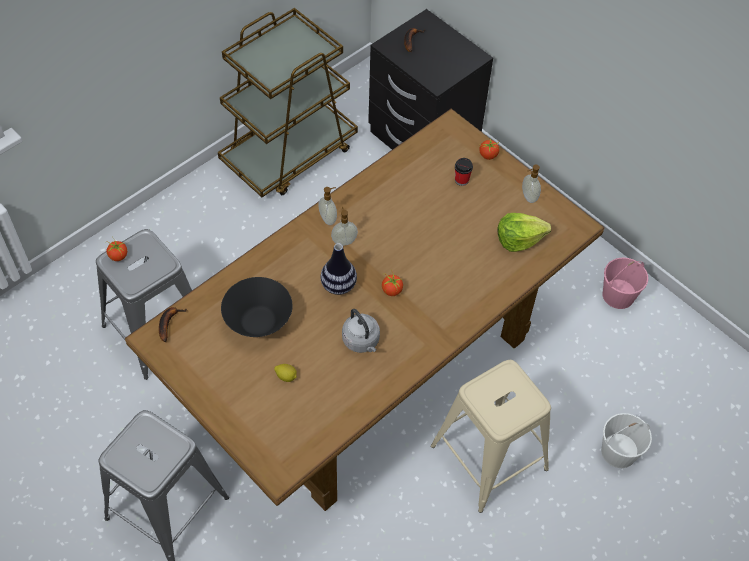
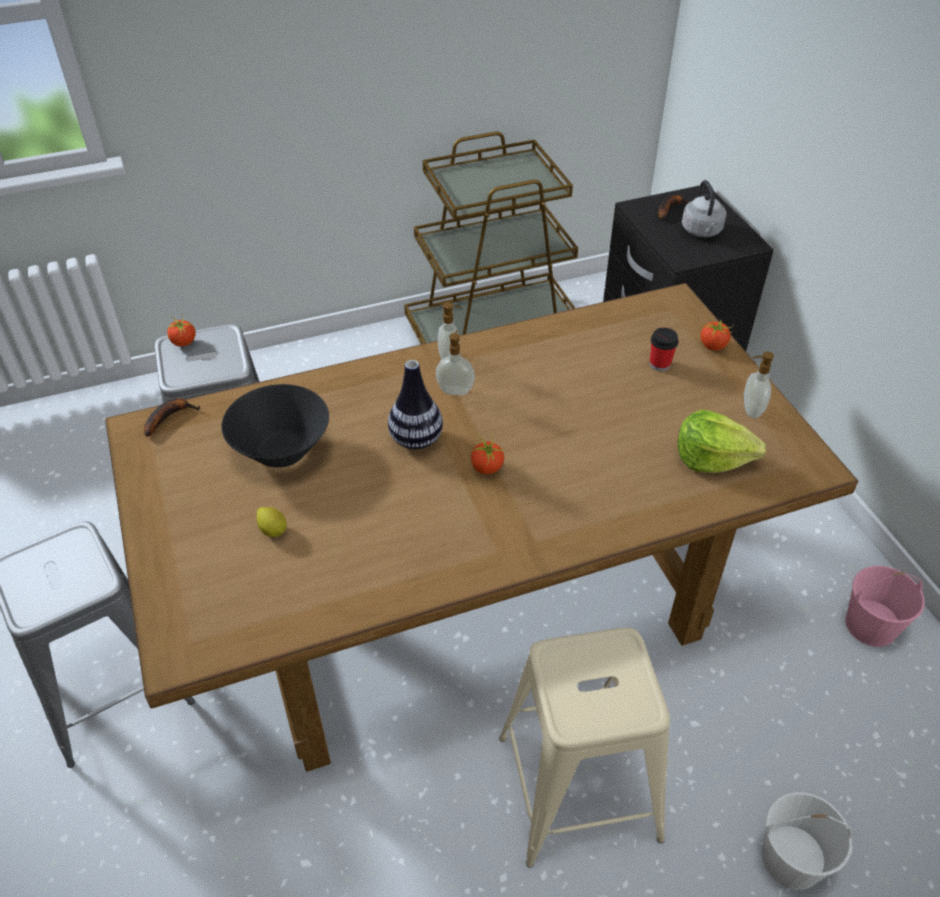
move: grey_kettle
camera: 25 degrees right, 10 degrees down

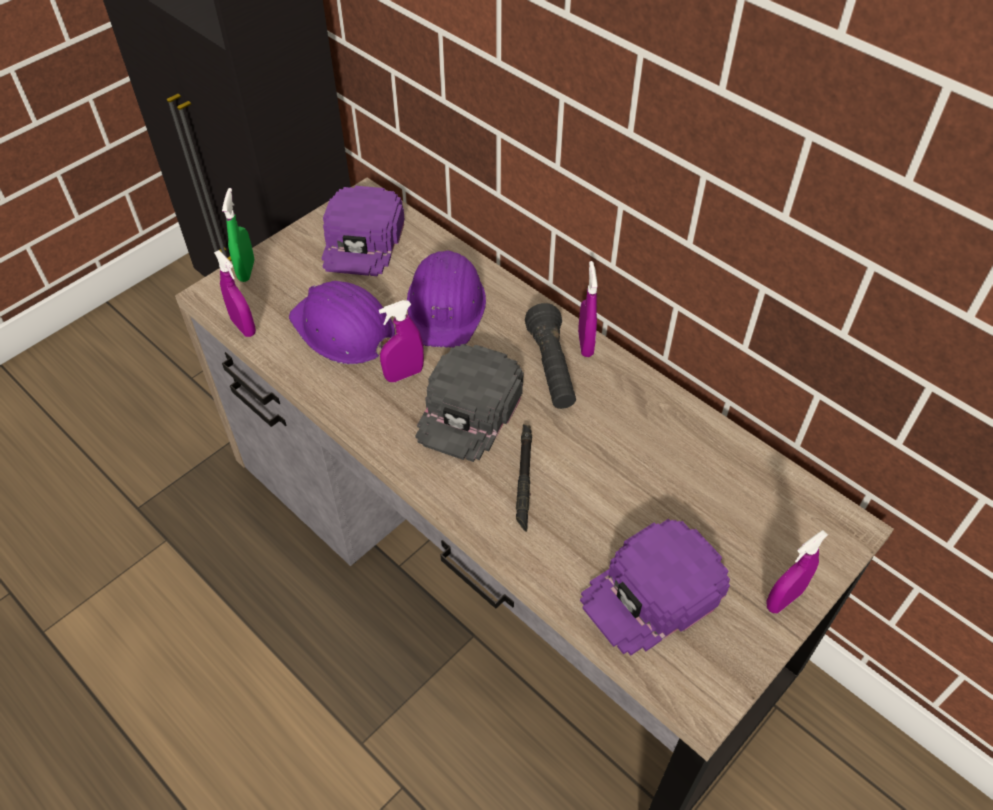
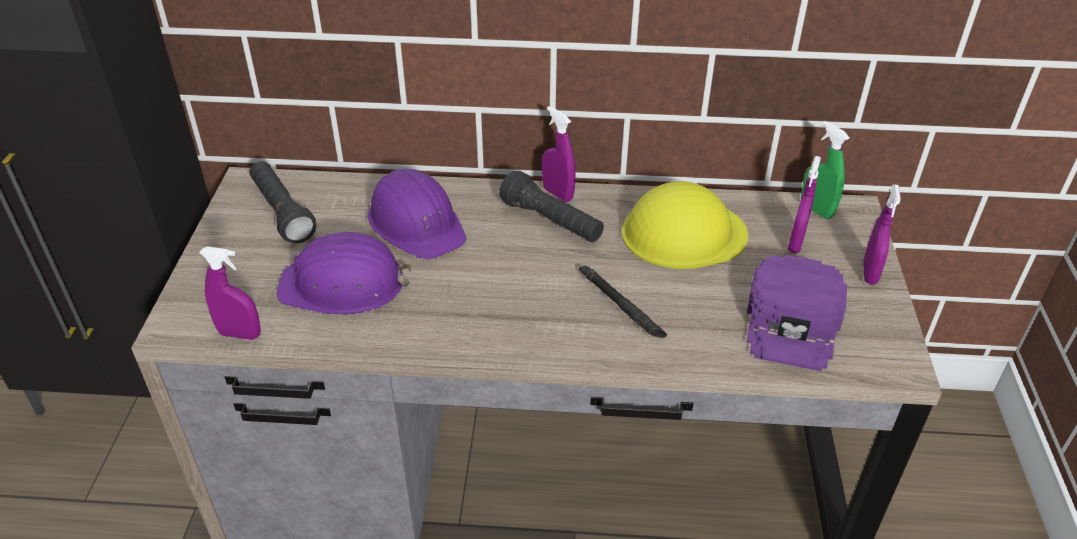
delete: black_cap
insert: yellow_hard_hat
move: green_spray_bottle; purple_spray_bottle (2nd from left in the first image) to purple_spray_bottle (3rd from left)
replace: purple_cap (1st from left) to black_flashlight (1st from left)
camera: 40 degrees left, 10 degrees down

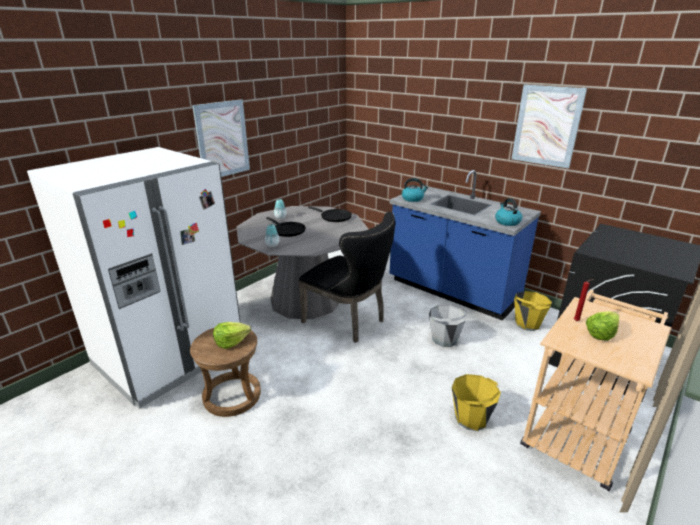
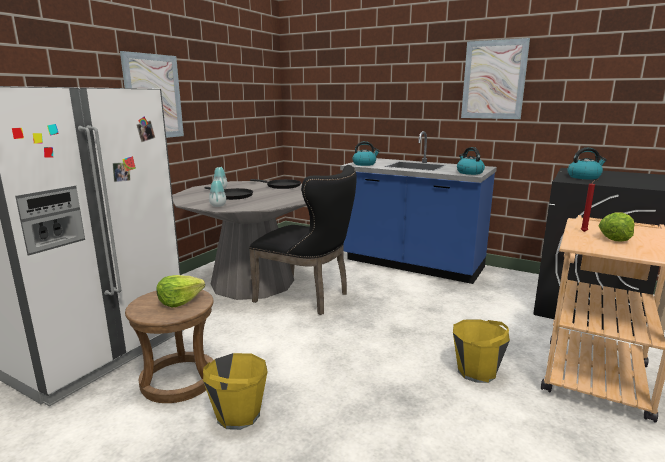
delete: grey_bucket
insert: kettle (3rd from left)
move: yellow_bucket (2nd from left in the first image) to yellow_bucket (1st from left)
camera: 10 degrees left, 10 degrees down

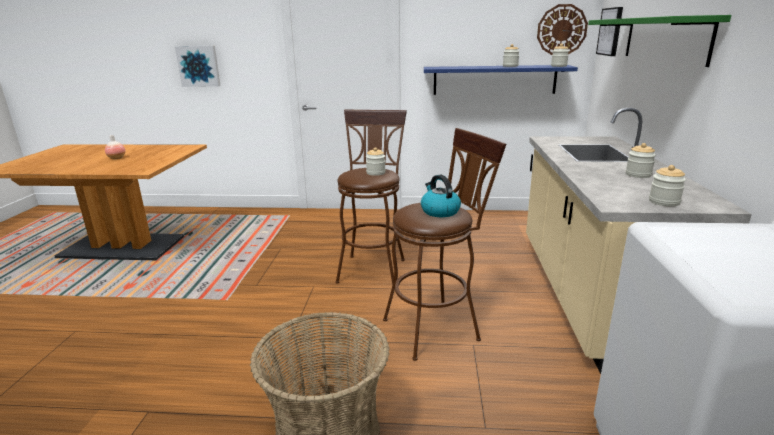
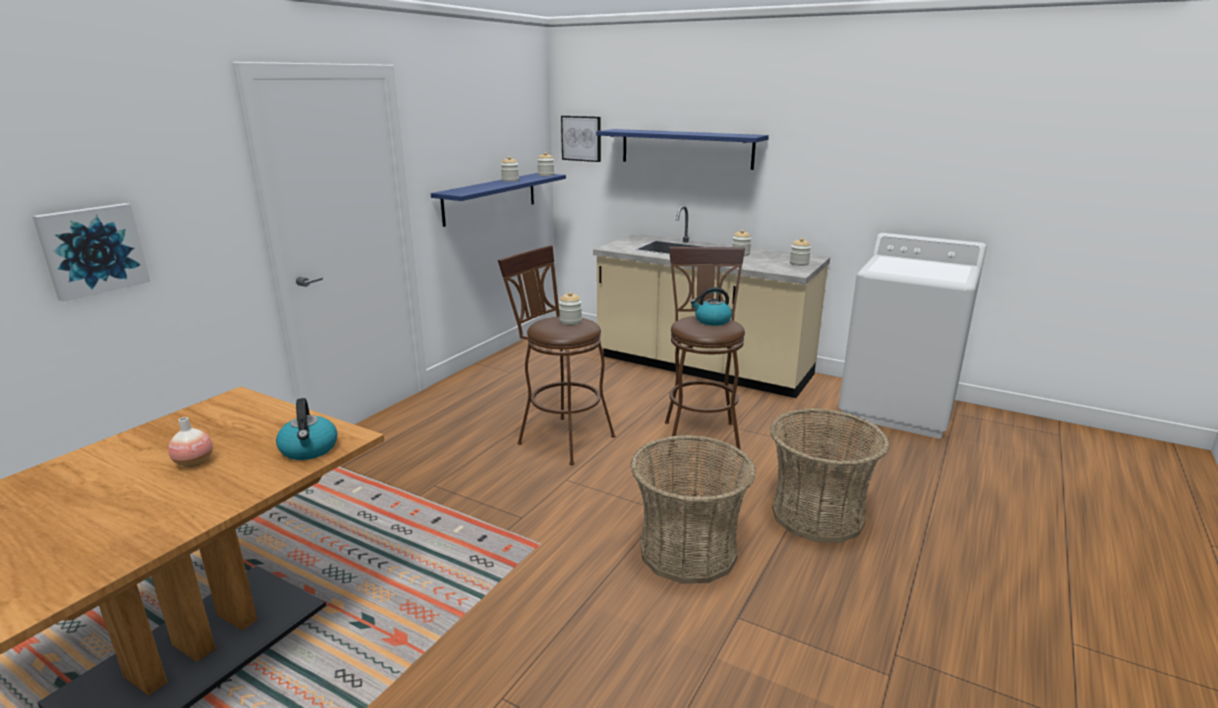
delete: wall_clock
insert: kettle (1st from left); basket (1st from left)
recolor: green_shelf to blue_shelf (2nd from left)
camera: 65 degrees left, 0 degrees up

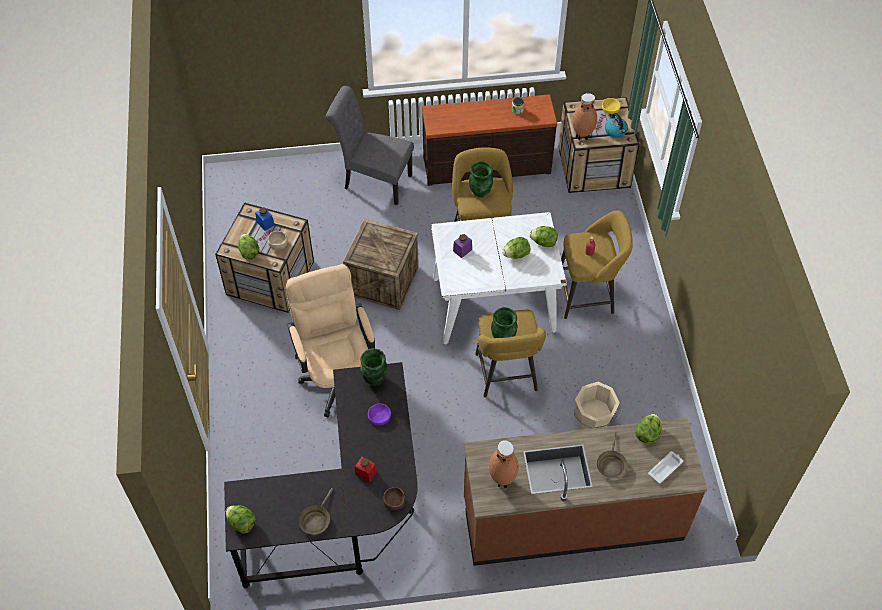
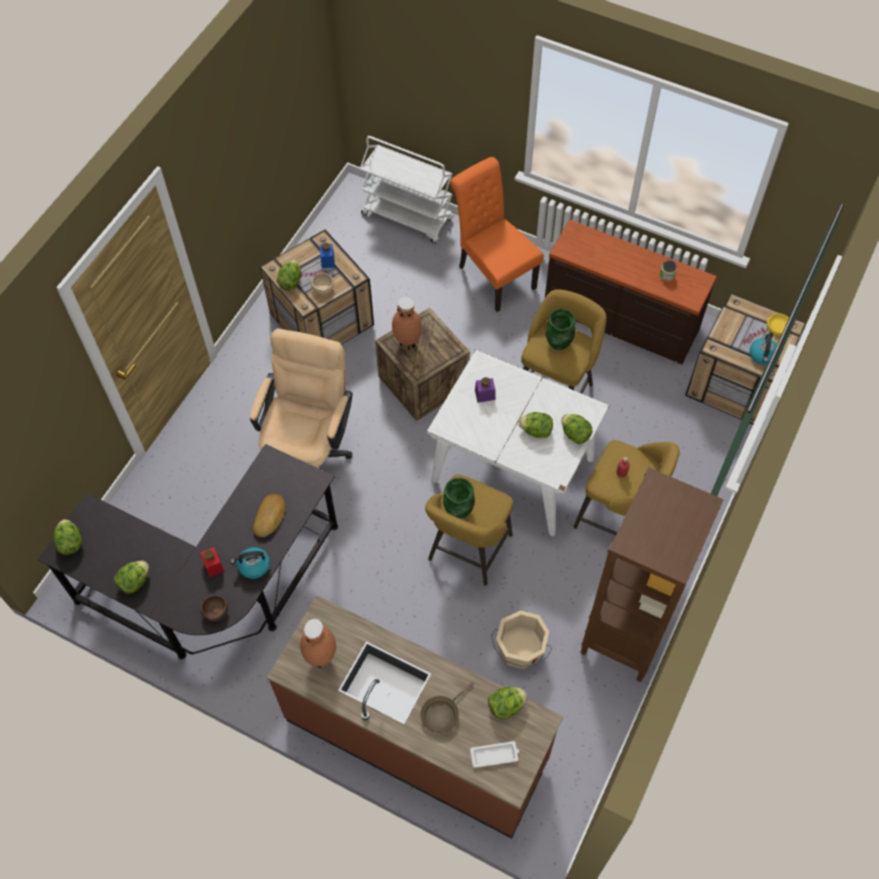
delete: green_vase (1st from left)
insert: kettle (1st from left); white_cart; brown_bookcase
move: brown_vase (2nd from left)
replace: brown_frying_pan (1st from left) to lettuce (2nd from left); purple_bowl to bread
recolor: grey_chair to orange_chair
camera: 35 degrees right, 5 degrees up

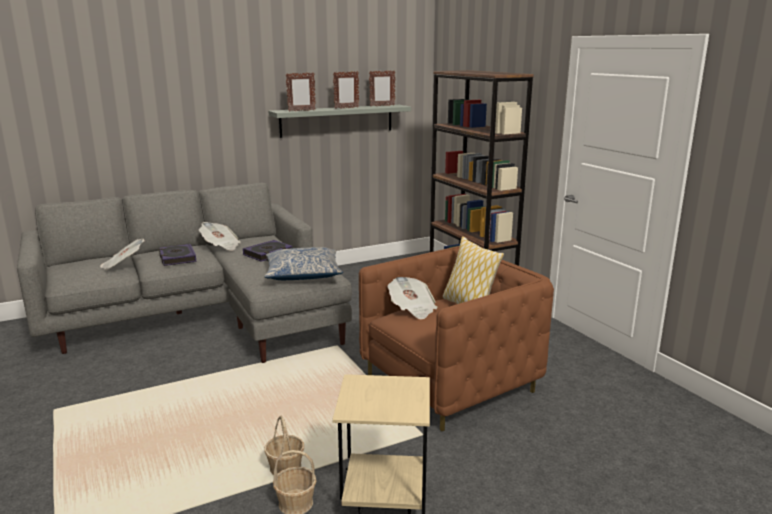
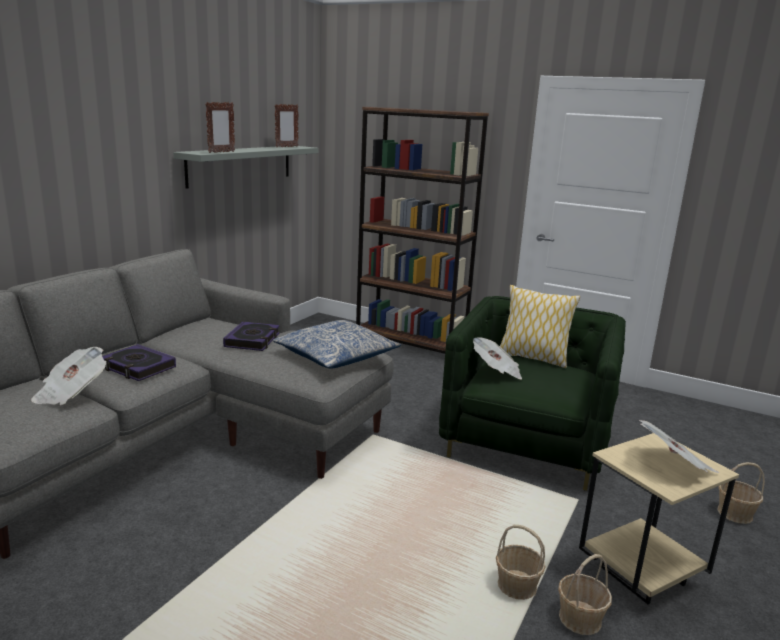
delete: picture_frame (2nd from left)
insert: basket (3rd from left)
move: newspaper (2nd from left in the first image) to newspaper (3rd from left)
recolor: brown_armchair to green_armchair
camera: 35 degrees left, 0 degrees up

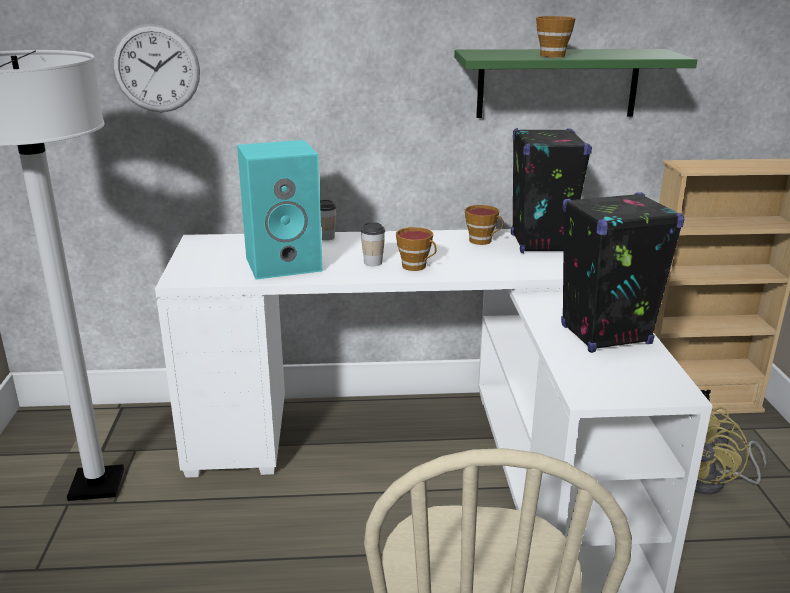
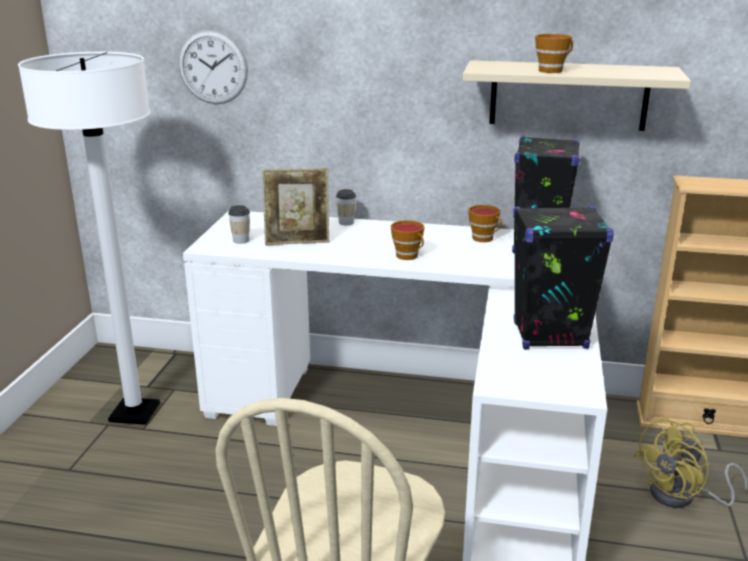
move: cup (2nd from left in the first image) to cup (1st from left)
replace: turquoise_speaker to picture_frame
recolor: green_shelf to beige_shelf
camera: 15 degrees right, 0 degrees up

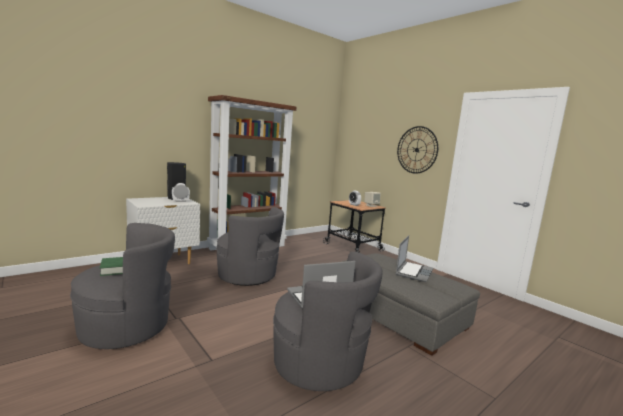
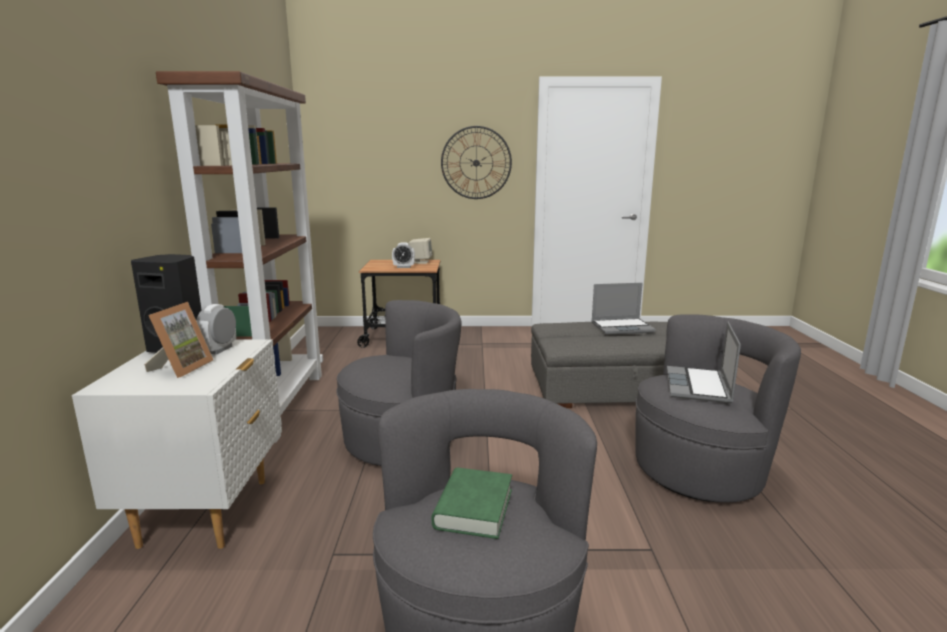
insert: picture_frame
rotate: laptop (2nd from left in the first image) 105 degrees clockwise
camera: 50 degrees left, 5 degrees up

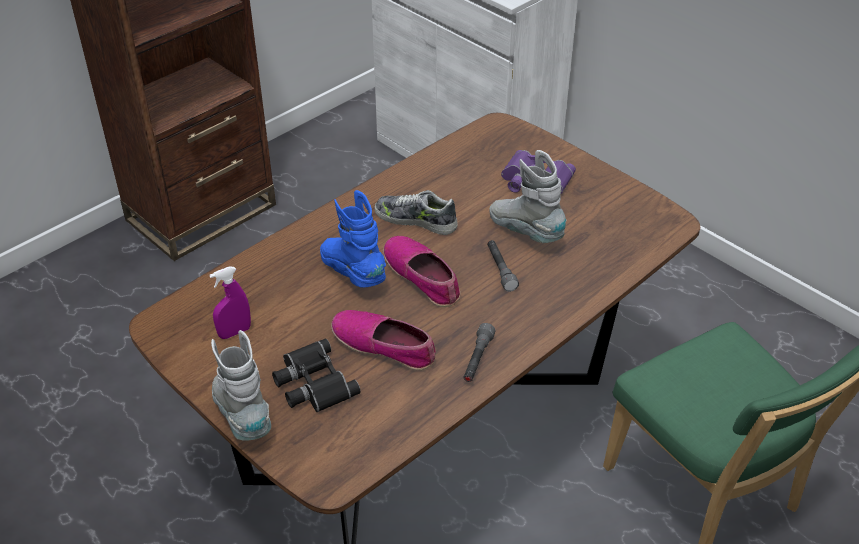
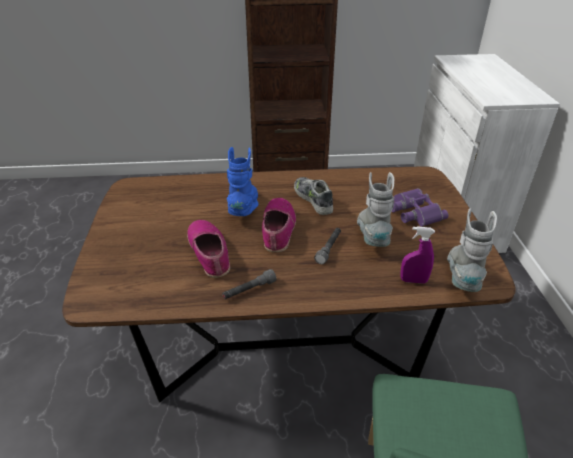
delete: black_binoculars
move: purple_spray_bottle; grey_boot (1st from left in the first image) to grey_boot (2nd from left)
camera: 40 degrees right, 5 degrees down

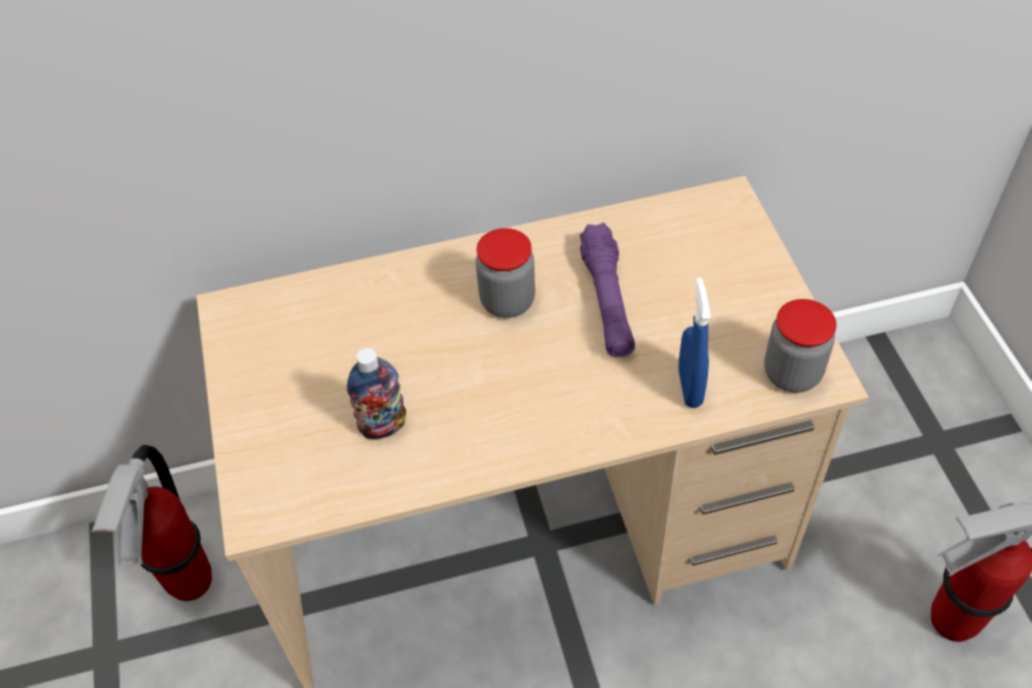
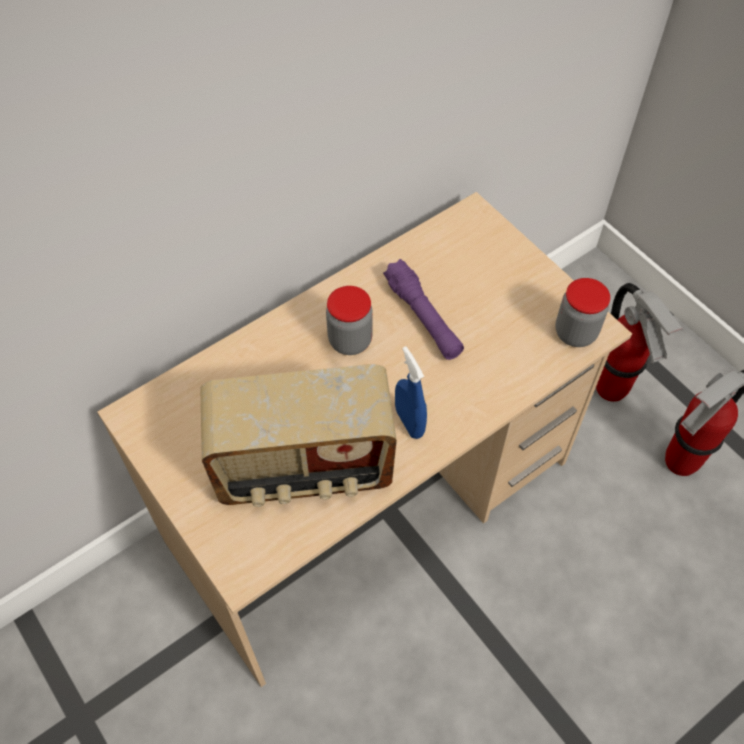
move: fire_extinguisher (1st from left); blue_spray_bottle
replace: bottle to radio
camera: 25 degrees left, 5 degrees up

